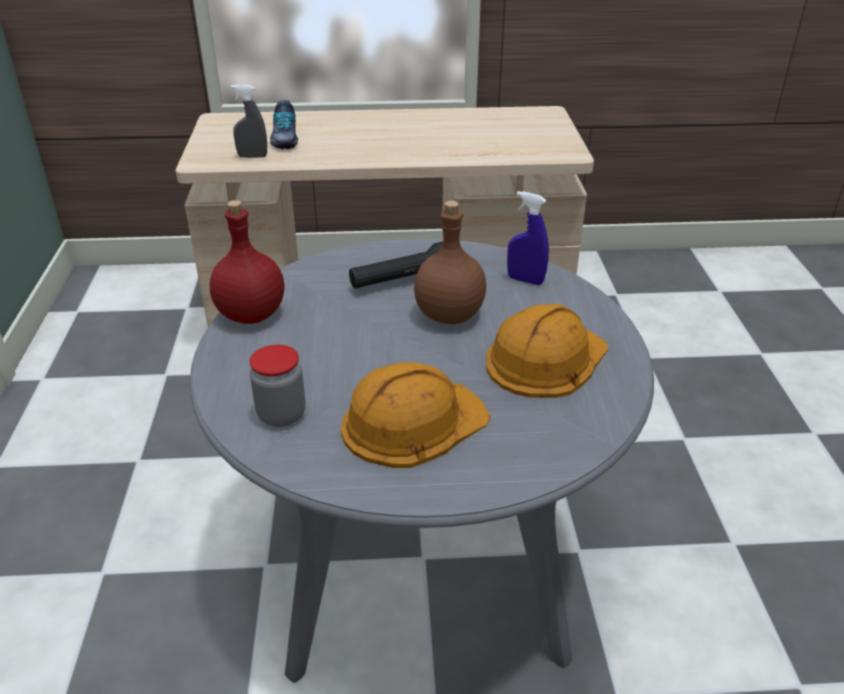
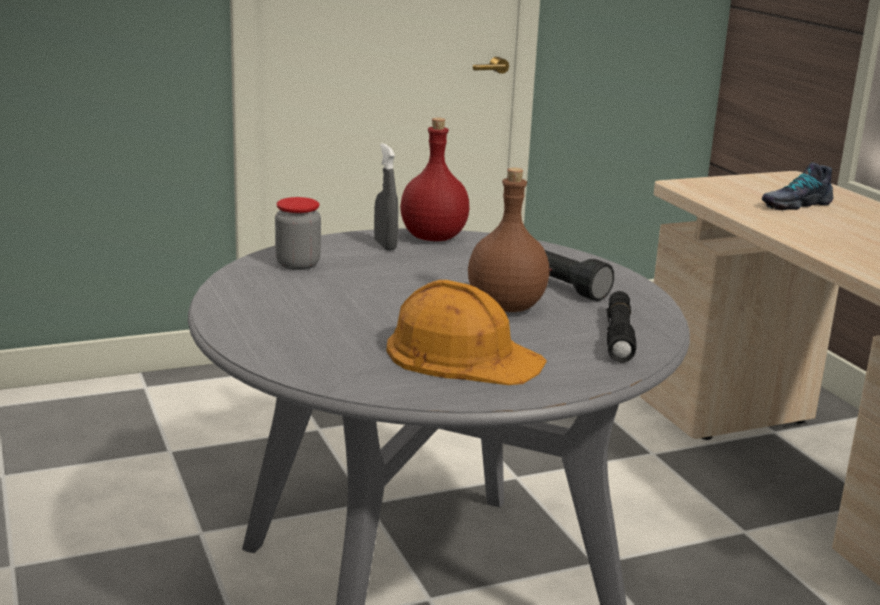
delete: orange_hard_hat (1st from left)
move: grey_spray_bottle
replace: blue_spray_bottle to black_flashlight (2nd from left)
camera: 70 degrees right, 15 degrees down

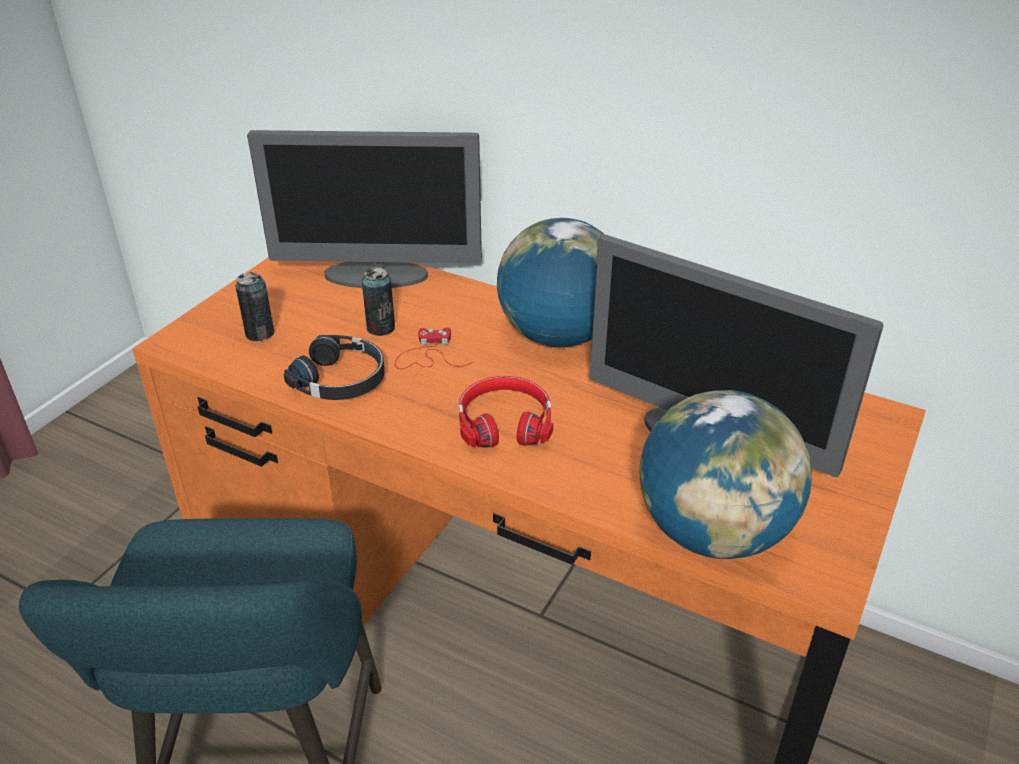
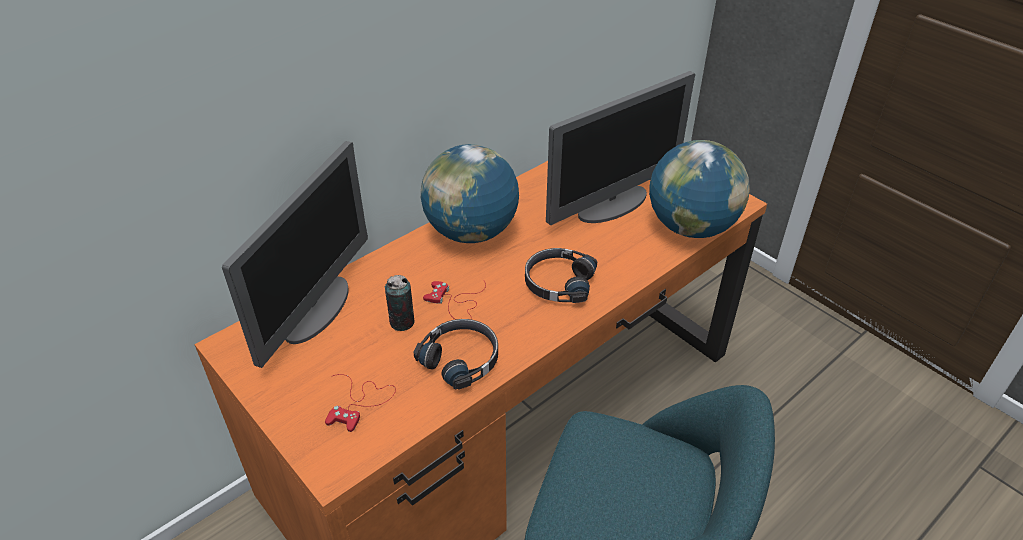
replace: can (1st from left) to red_game_controller (1st from left)
recolor: red_headphones to black_headphones (2nd from left)
camera: 70 degrees left, 5 degrees up

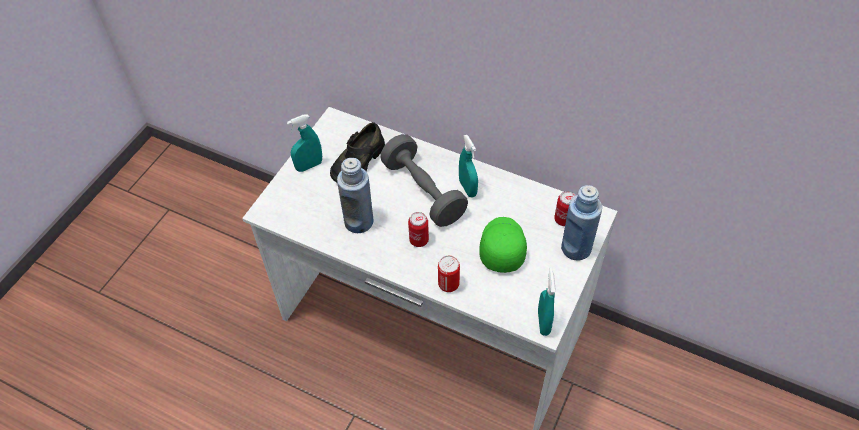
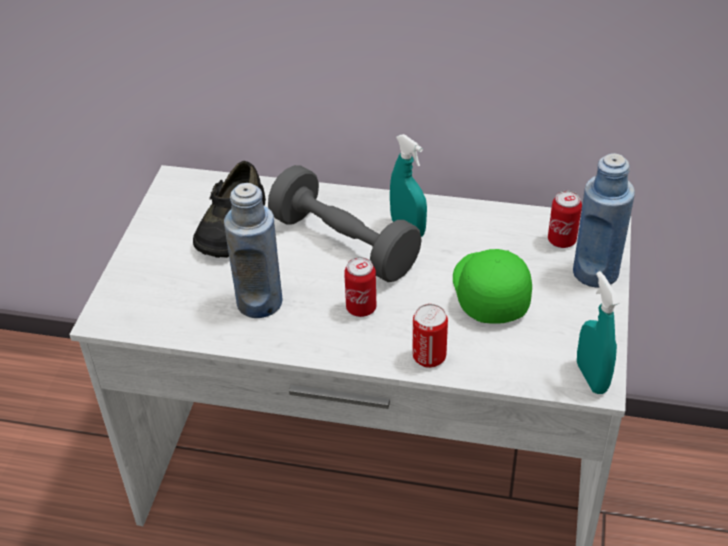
delete: turquoise_spray_bottle (1st from left)
camera: 15 degrees left, 10 degrees down

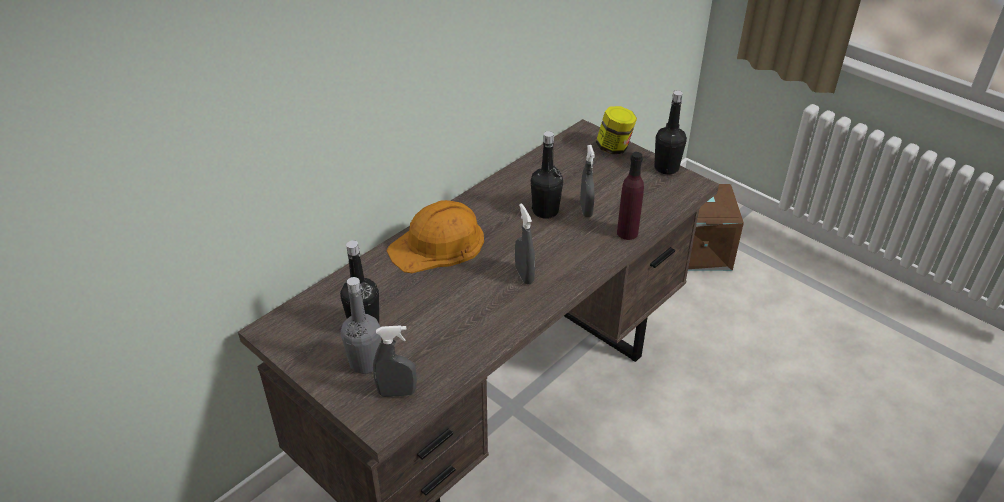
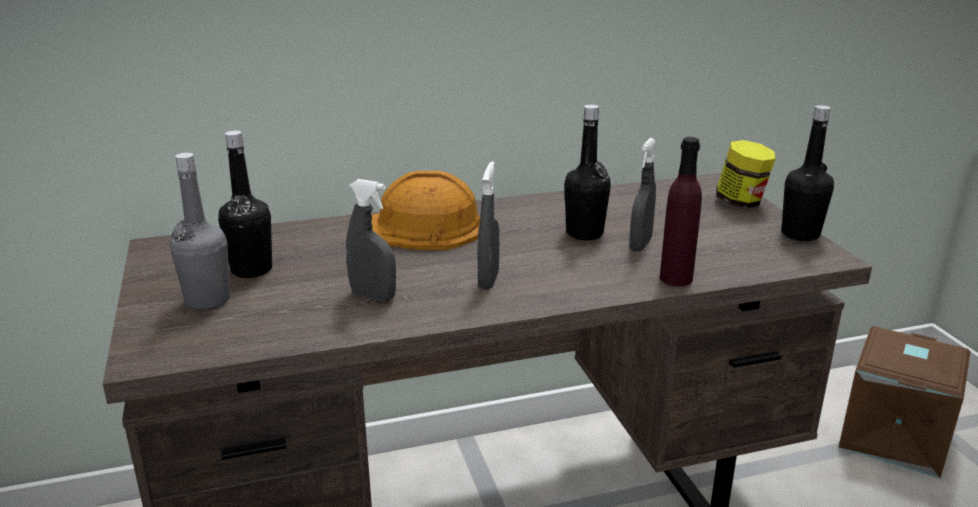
move: grey_spray_bottle (1st from left)
camera: 30 degrees right, 15 degrees down

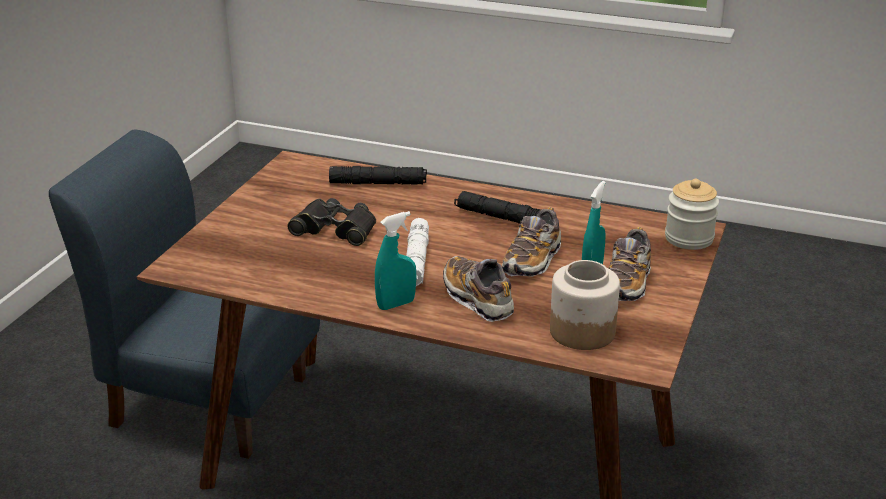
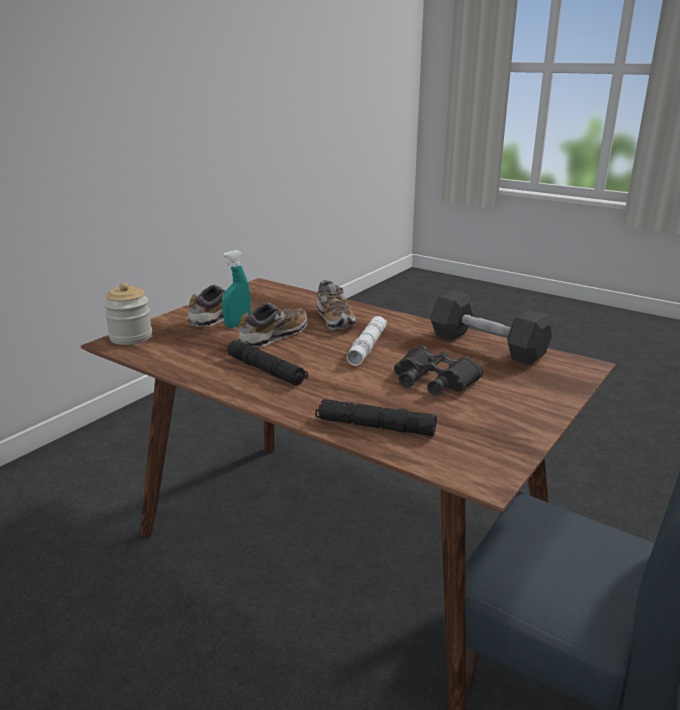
delete: turquoise_spray_bottle (1st from left); jar (1st from left)
insert: black_dumbbell
camera: 165 degrees left, 5 degrees down

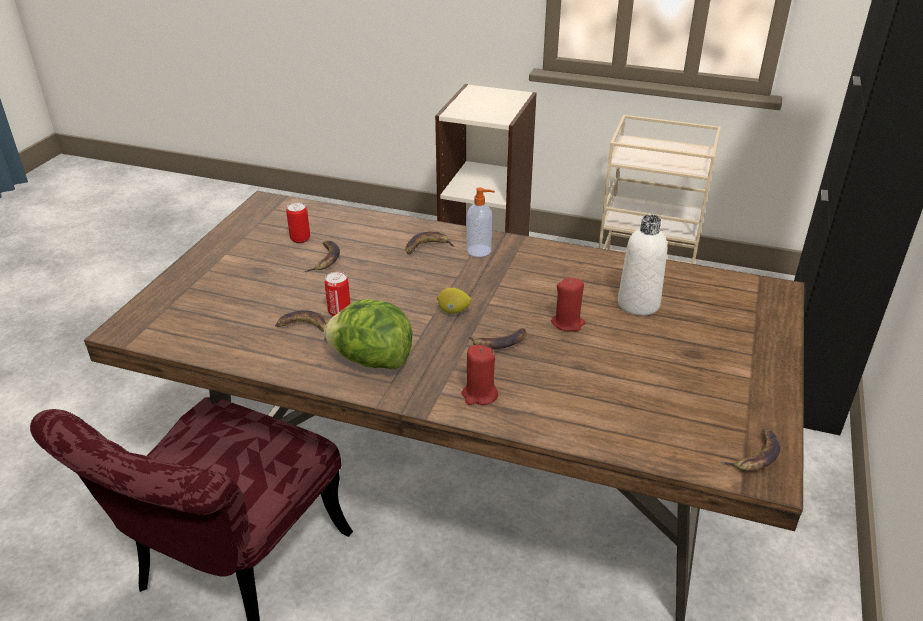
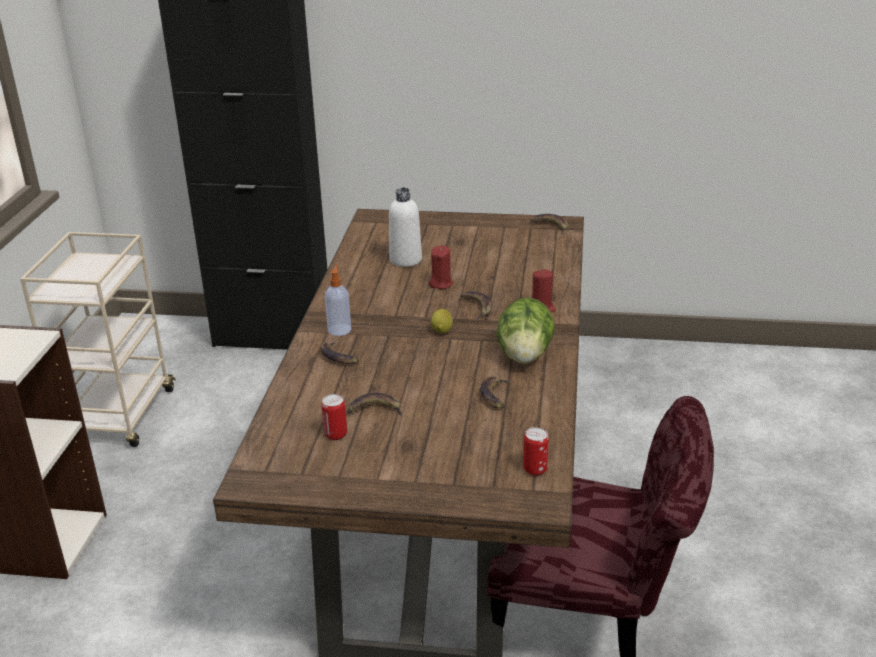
move: can (2nd from left)
camera: 100 degrees left, 5 degrees down

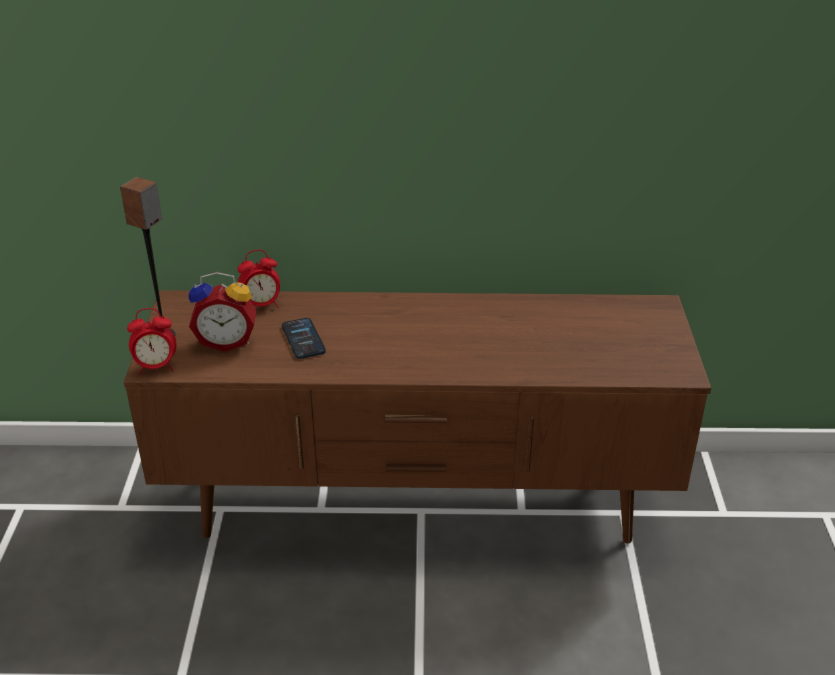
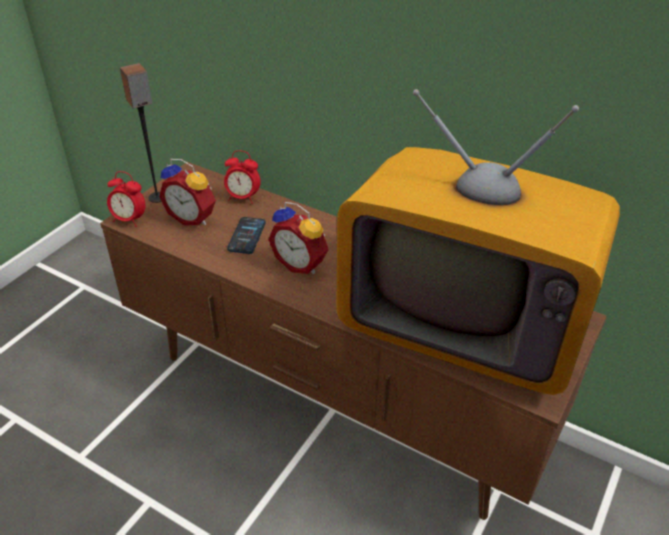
insert: alarm_clock (4th from left); television
camera: 30 degrees right, 5 degrees up

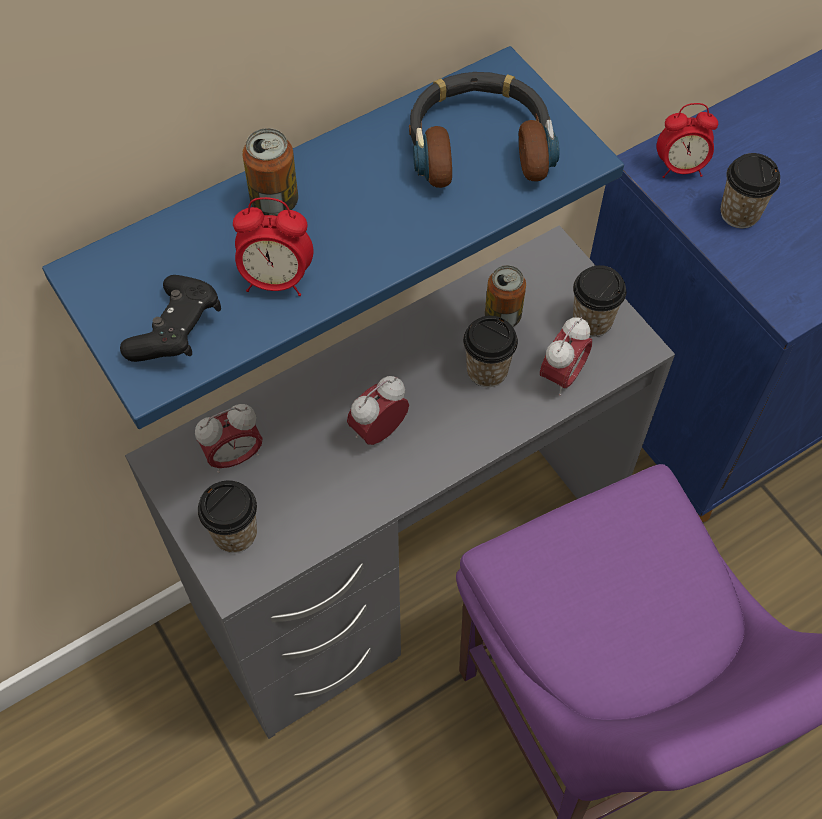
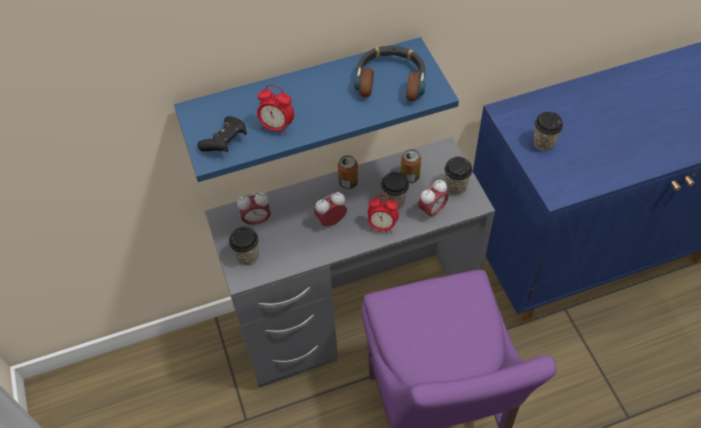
move: can (1st from left); alarm_clock (5th from left in the first image) to alarm_clock (4th from left)
camera: 15 degrees right, 5 degrees down

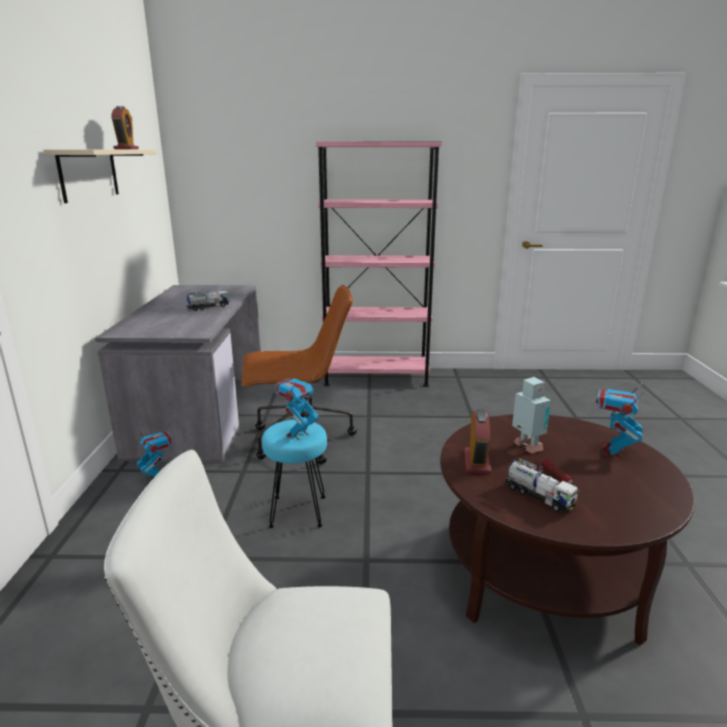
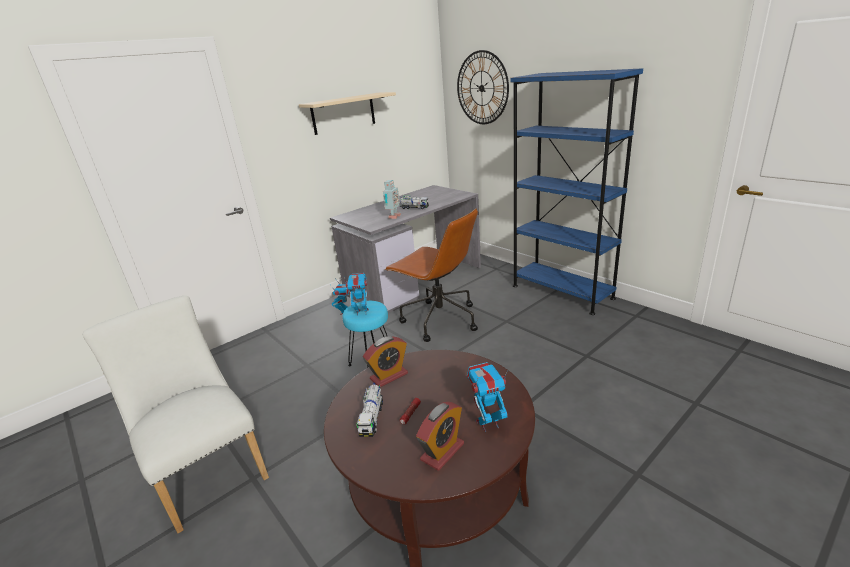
insert: wall_clock
move: alarm_clock (1st from left in the first image) to alarm_clock (2nd from left); toy_robot (3rd from left)
recolor: pink_bookcase to blue_bookcase
camera: 50 degrees right, 5 degrees up

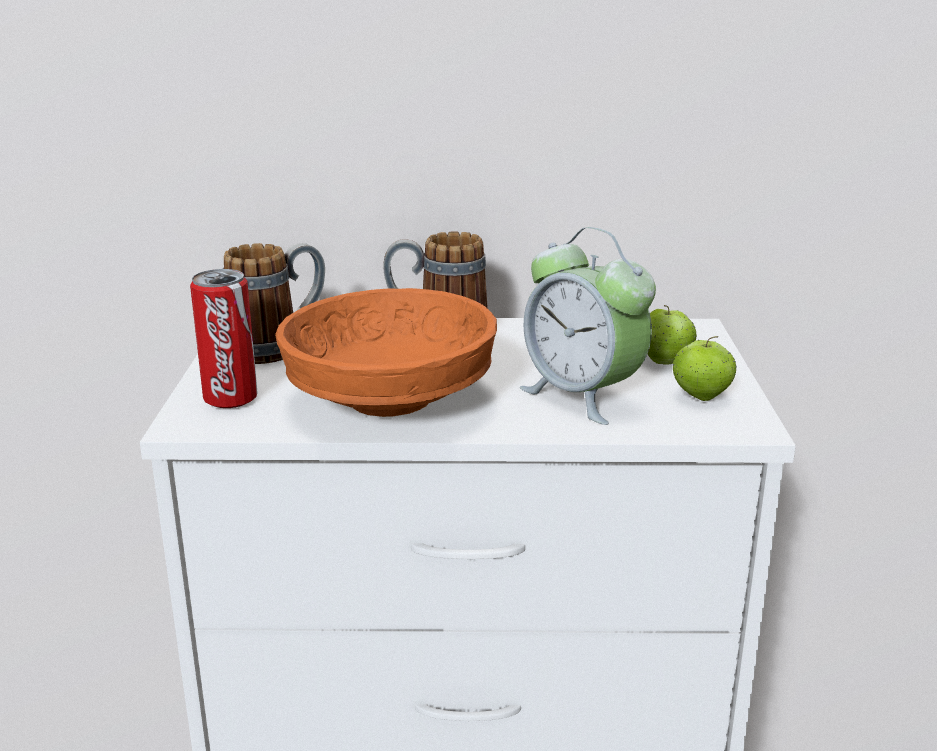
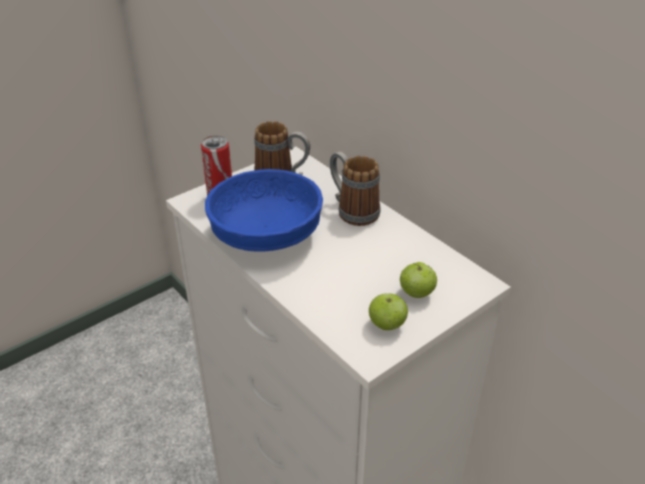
delete: alarm_clock
recolor: orange_bowl to blue_bowl
camera: 50 degrees right, 15 degrees up

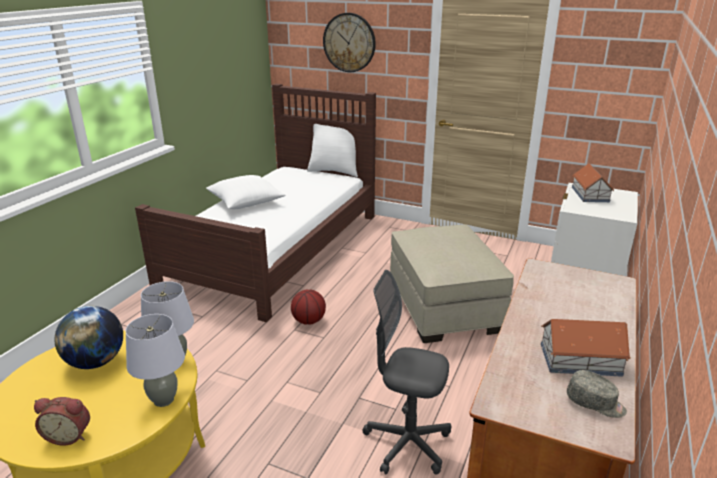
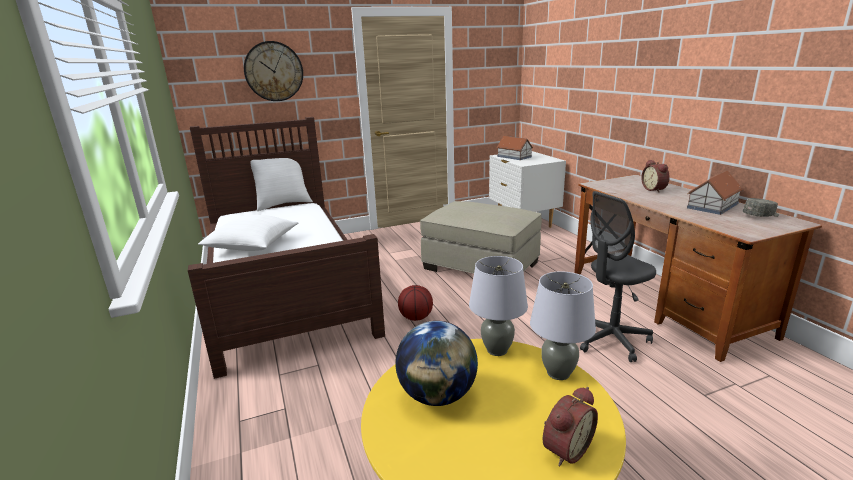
insert: alarm_clock (2nd from left)
camera: 45 degrees left, 5 degrees down

